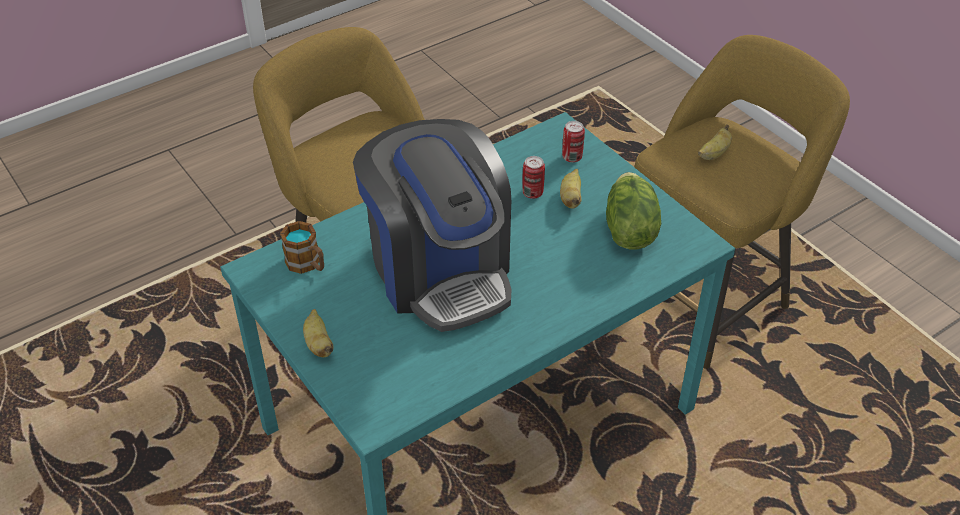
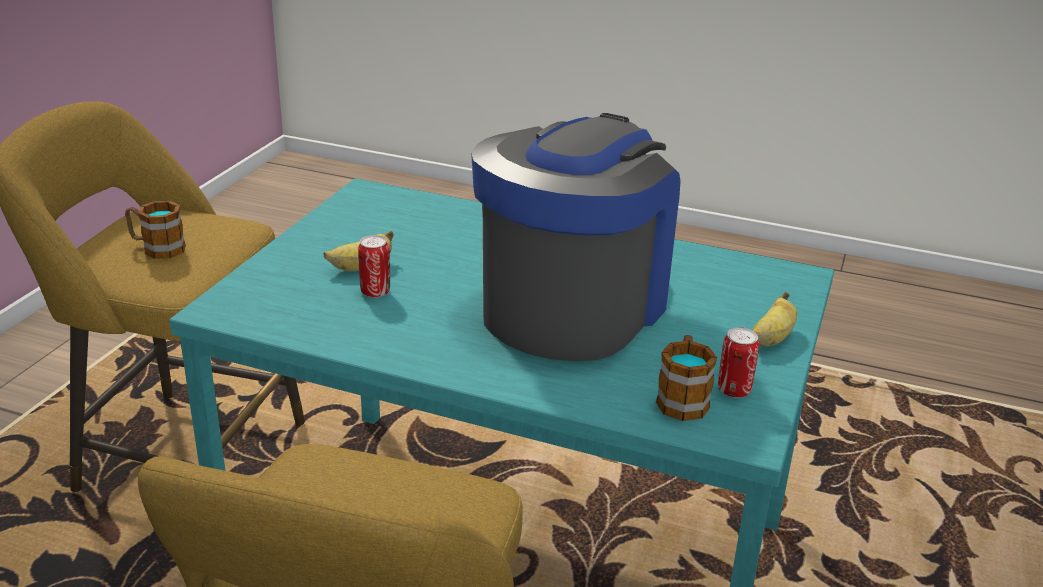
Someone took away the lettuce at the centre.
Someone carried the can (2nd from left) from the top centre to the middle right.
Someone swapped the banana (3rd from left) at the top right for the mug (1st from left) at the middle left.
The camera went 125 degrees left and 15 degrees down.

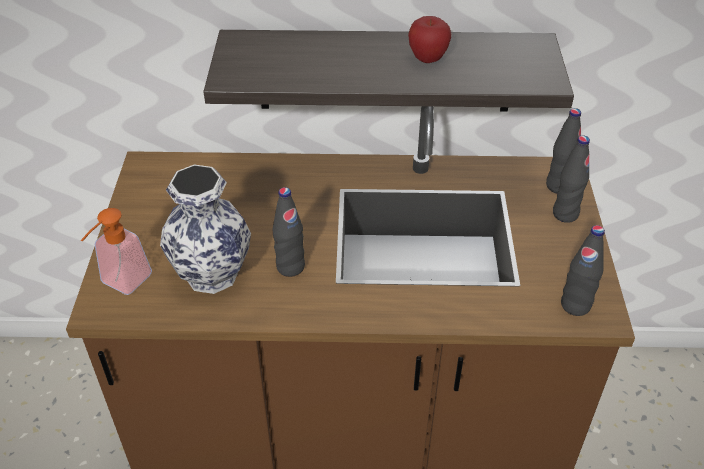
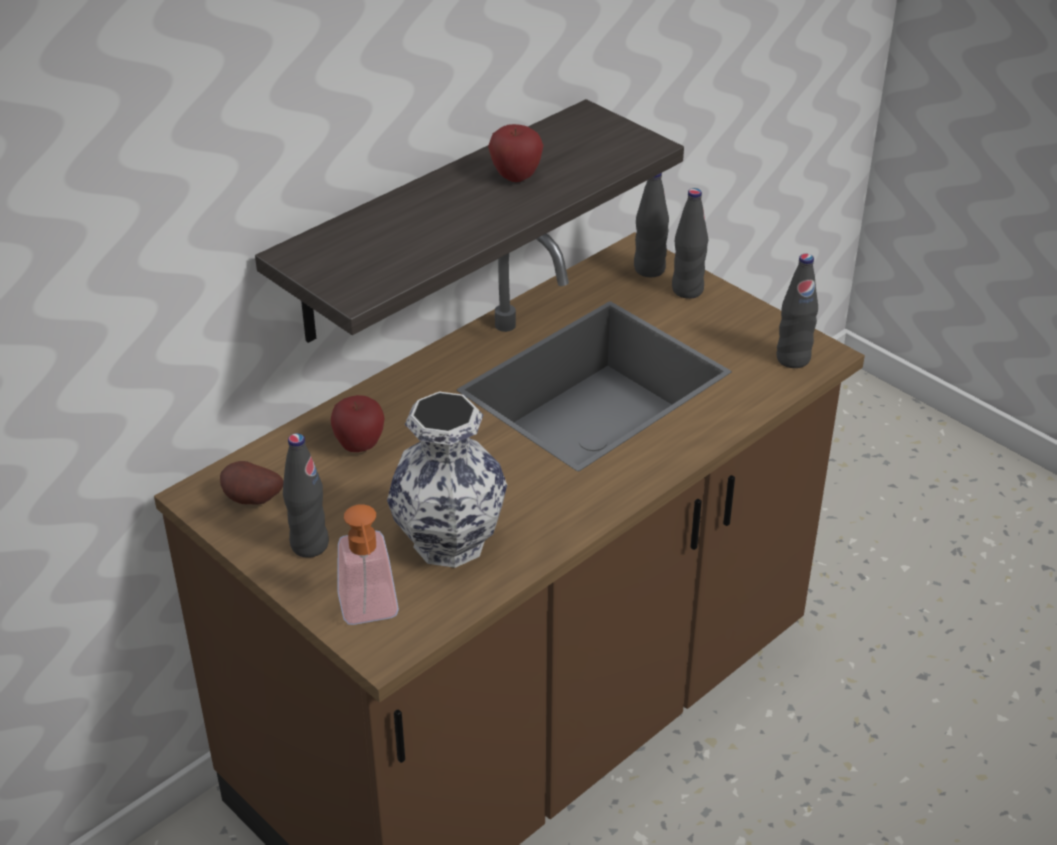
Someone put down the potato at the middle left.
Someone put down the apple (1st from left) at the centre.
Someone carried the black bottle (1st from left) from the centre to the middle left.
The camera went 45 degrees left and 5 degrees down.

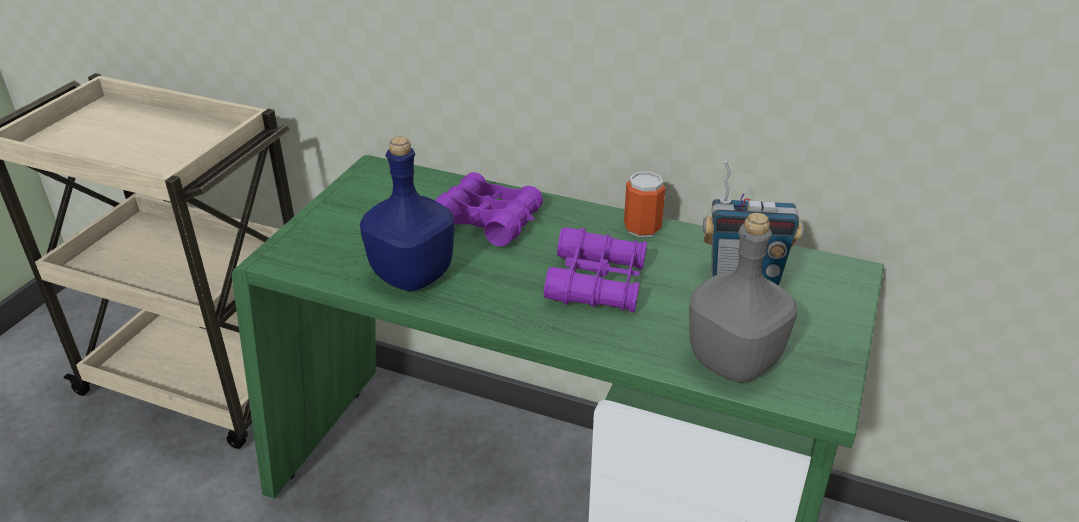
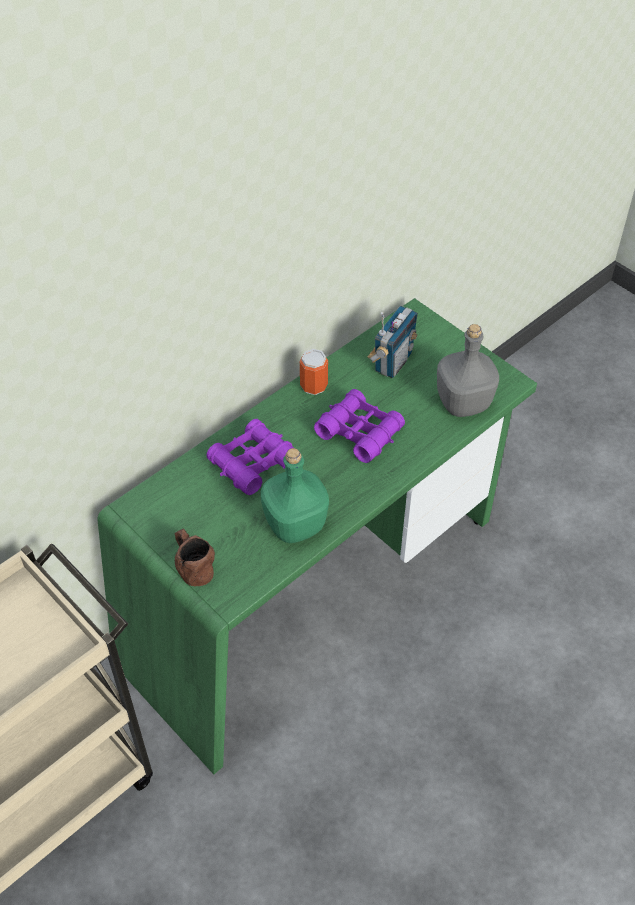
Someone put down the brown mug at the middle left.
Someone repainted the blue bottle at the centre, which became the green bottle at the centre.
The camera went 65 degrees left and 15 degrees up.

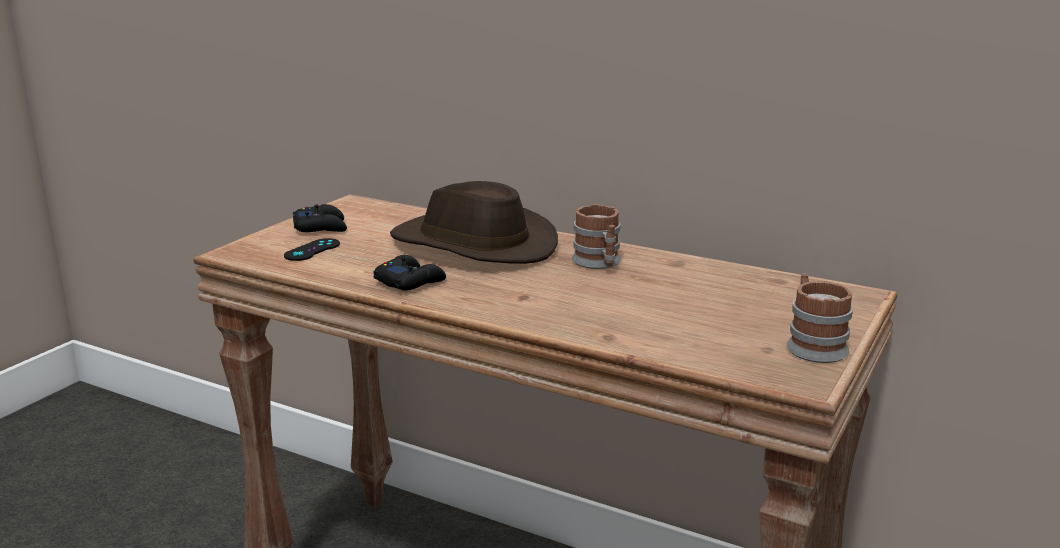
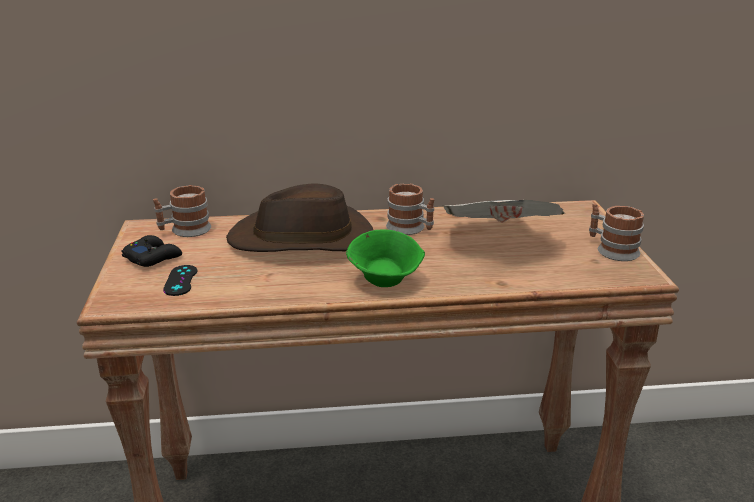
Someone took away the black game controller (3rd from left) at the centre.
Someone put down the mug (1st from left) at the middle left.
Someone put down the green bowl at the centre.
Someone put down the newspaper at the middle right.
The camera went 35 degrees left and 5 degrees up.

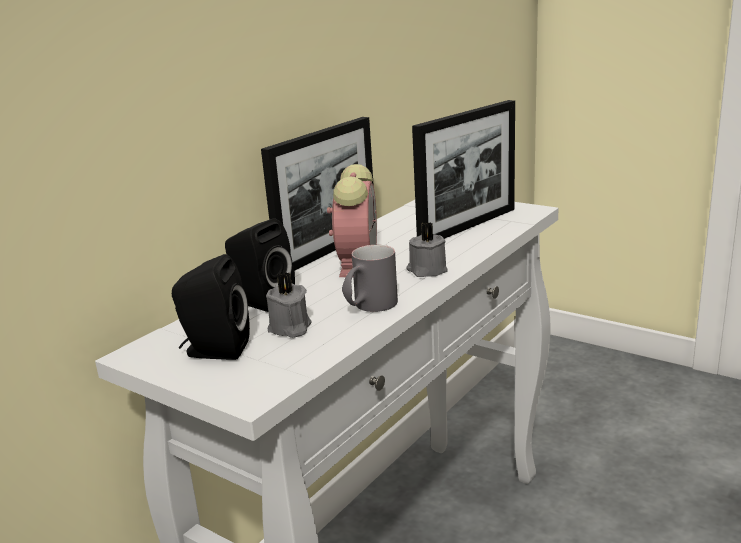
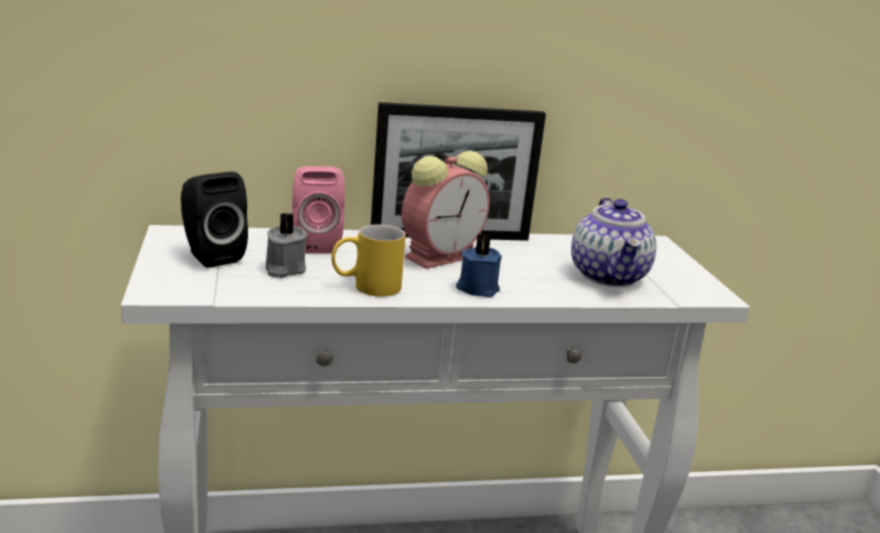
Someone swapped the picture frame (2nd from left) at the top centre for the teapot at the middle right.
Someone repainted the black speaker (2nd from left) at the centre, which became the pink speaker at the centre.
Someone repainted the grey mug at the centre, which became the yellow mug at the centre.
Someone repainted the grey candle (2nd from left) at the centre, which became the blue candle at the centre.
The camera went 40 degrees right and 0 degrees up.

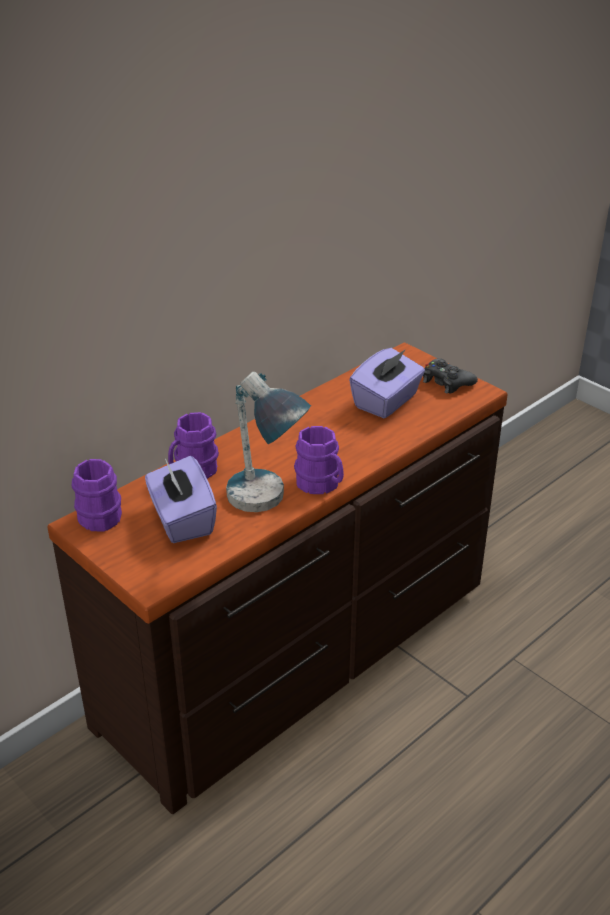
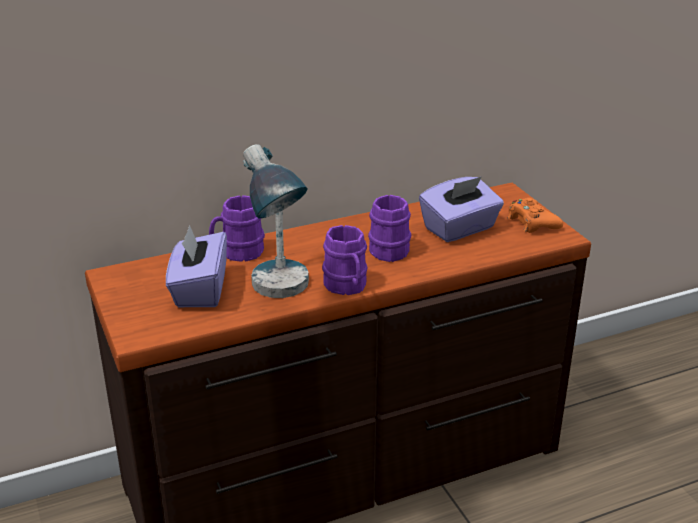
Someone carried the purple mug (1st from left in the first image) from the middle left to the centre.
Someone repainted the black game controller at the middle right, which became the orange game controller at the middle right.
The camera went 20 degrees right and 5 degrees down.

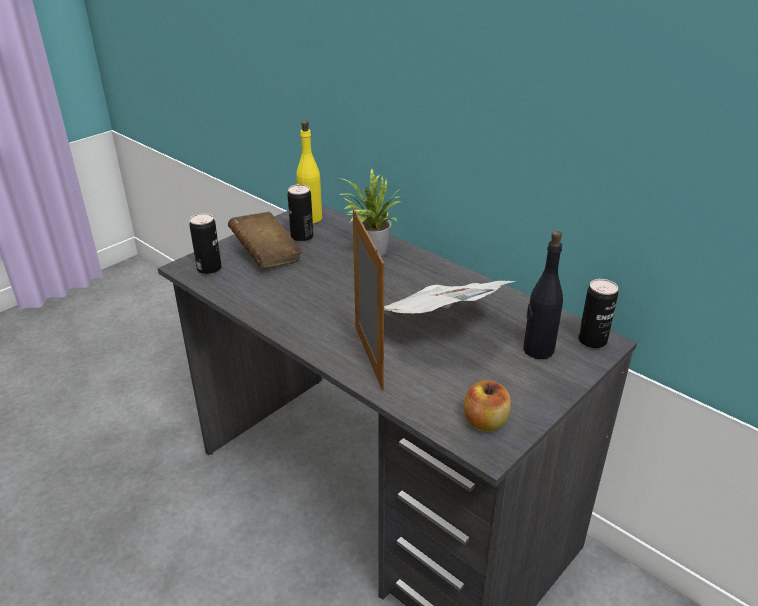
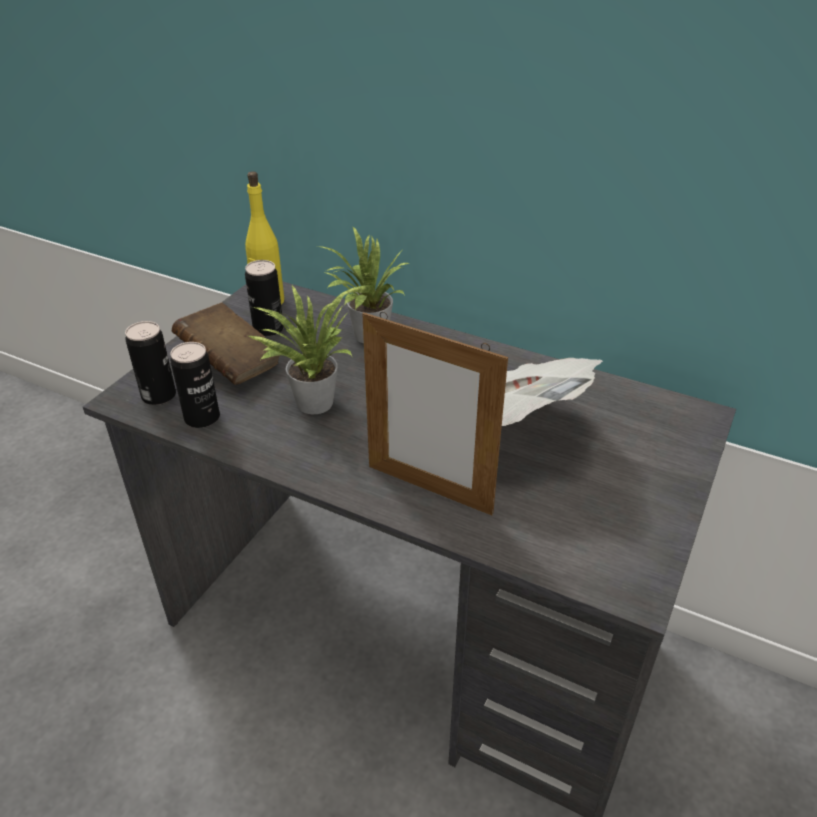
Someone took away the apple at the bottom centre.
Someone took away the black bottle at the middle right.
Someone put down the potted plant (1st from left) at the centre.
Someone carried the can (3rd from left in the first image) from the middle right to the middle left.
Someone rotated the picture frame at the centre by 150 degrees clockwise.
The camera went 15 degrees left and 5 degrees up.

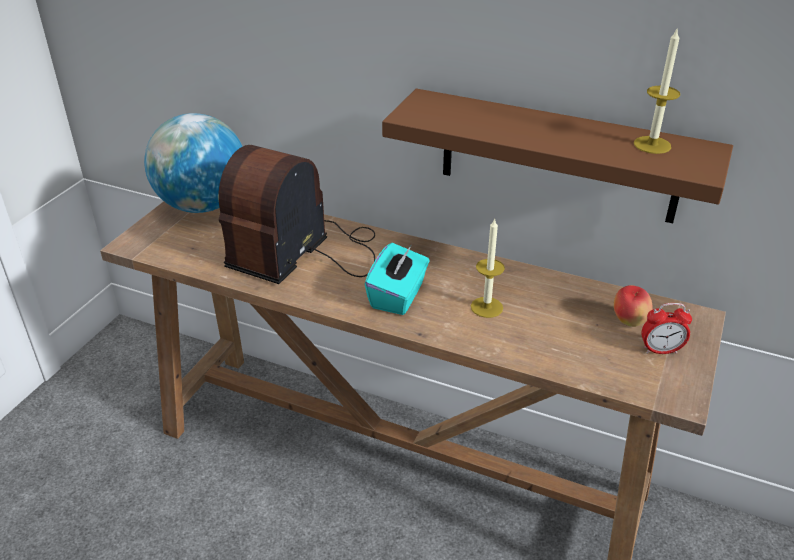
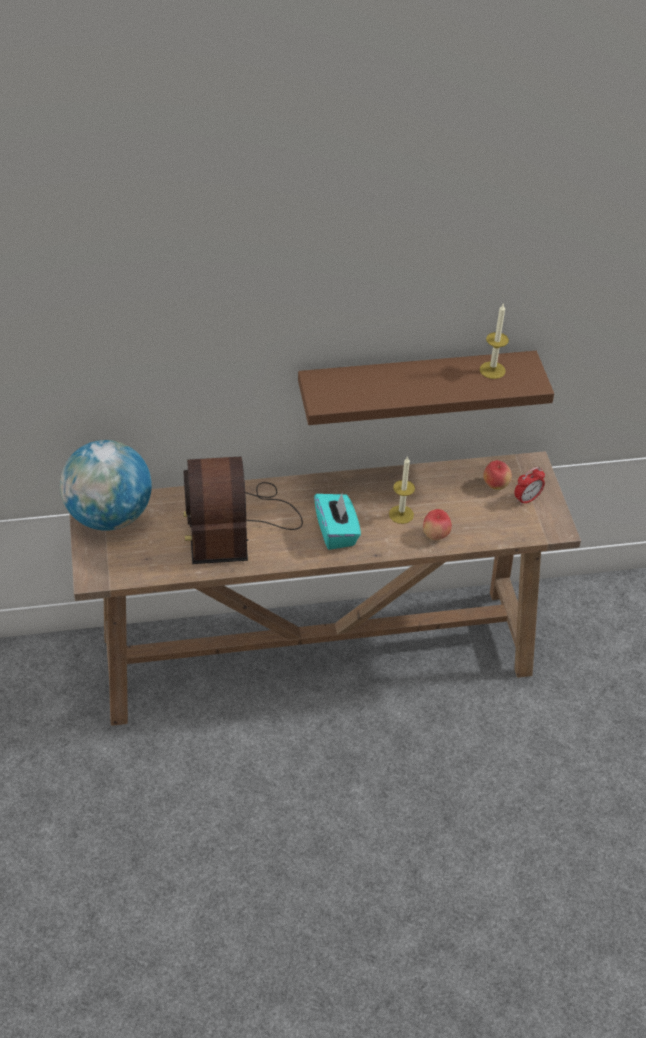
Someone put down the apple (1st from left) at the middle right.
The camera went 35 degrees left and 10 degrees up.

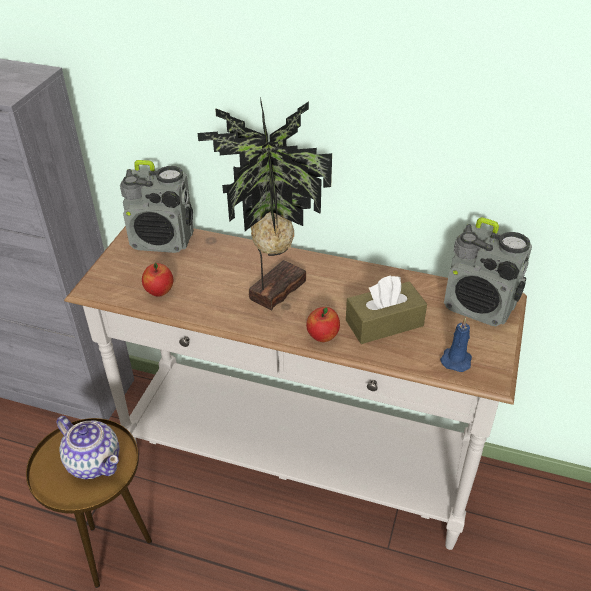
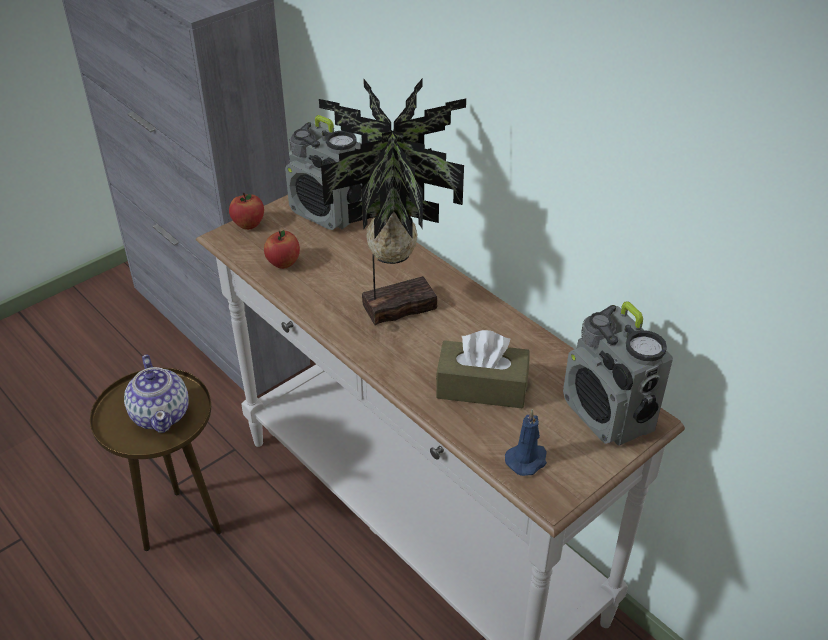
Someone carried the apple (2nd from left in the first image) from the centre to the top left.
The camera went 30 degrees right and 0 degrees up.

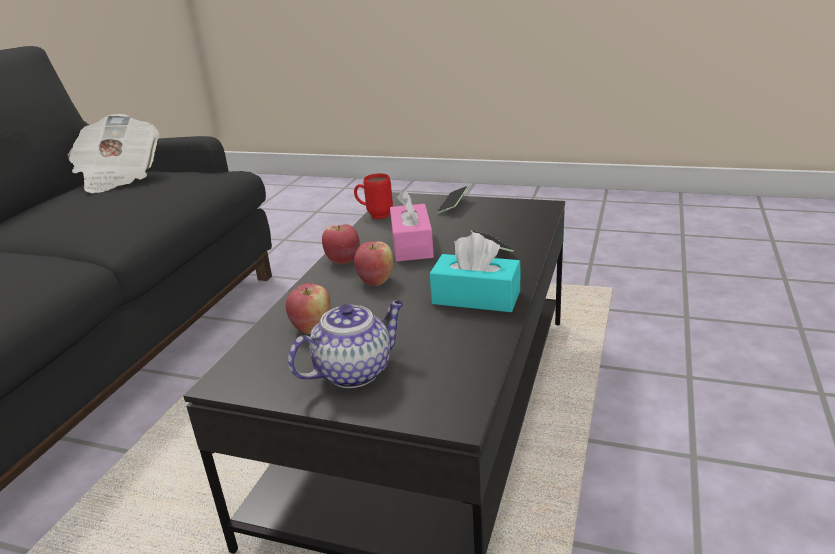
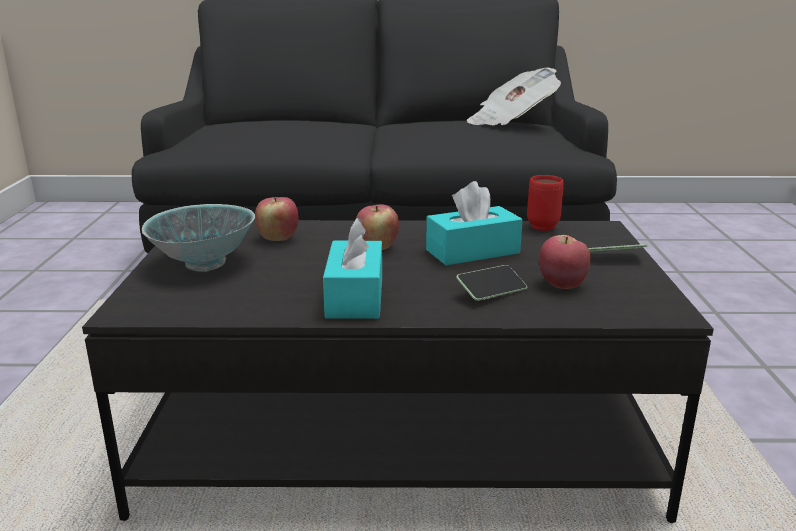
Someone carried the apple (2nd from left in the first image) from the centre to the middle right.
Someone swapped the teapot at the centre for the bowl at the middle left.
Someone repainted the pink tissue box at the centre, which became the turquoise tissue box (2nd from left) at the centre.
The camera went 70 degrees right and 5 degrees down.

